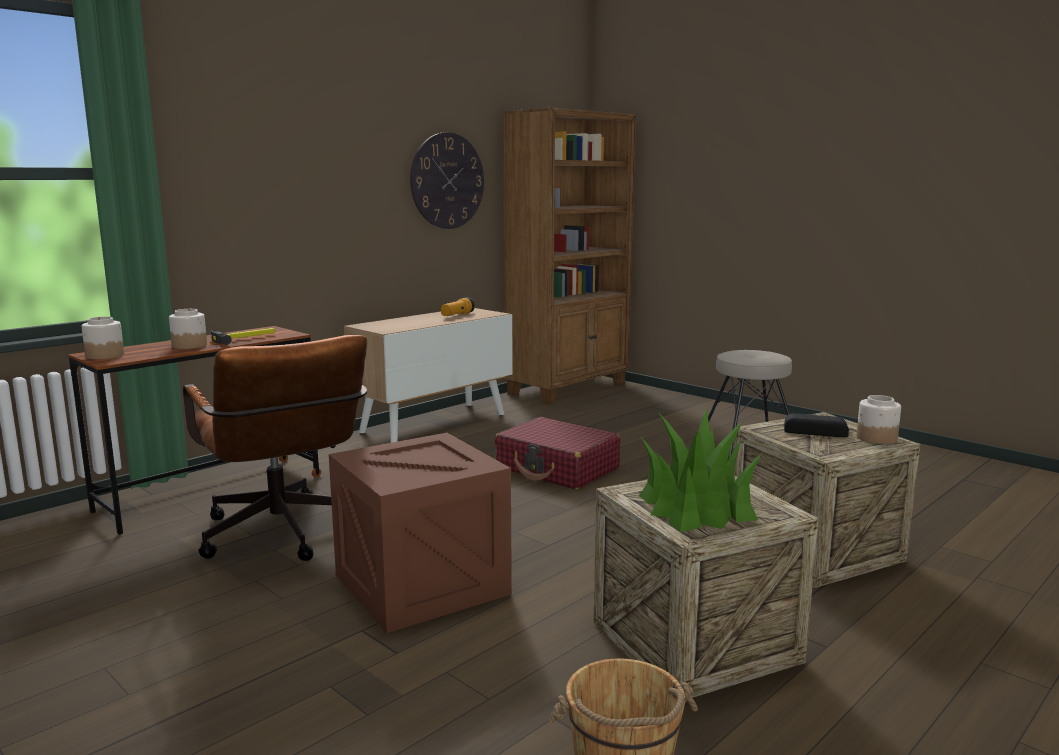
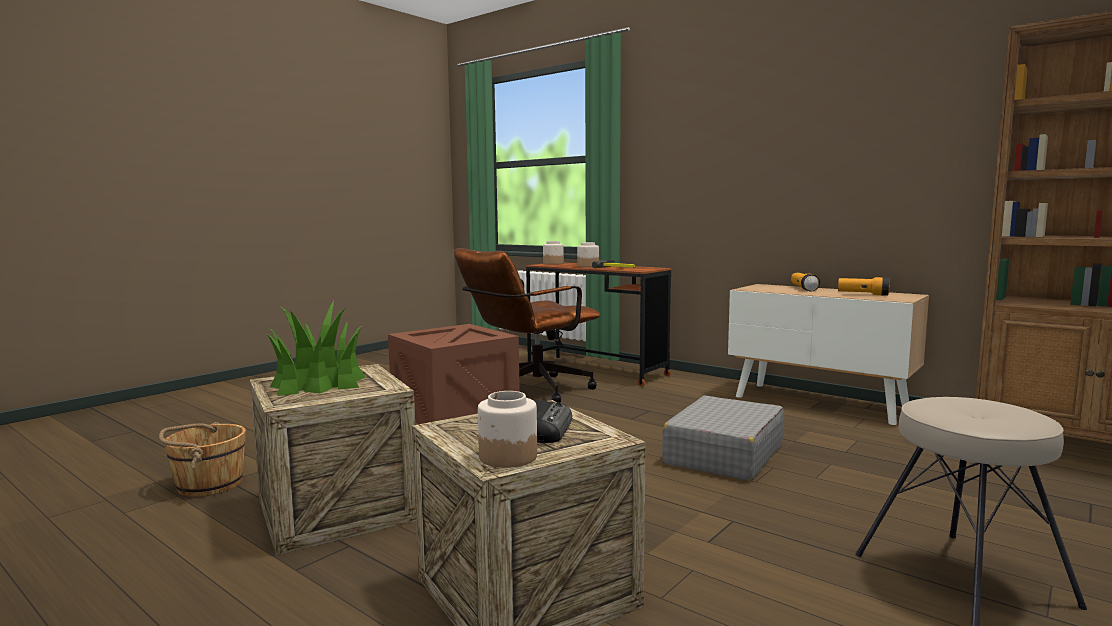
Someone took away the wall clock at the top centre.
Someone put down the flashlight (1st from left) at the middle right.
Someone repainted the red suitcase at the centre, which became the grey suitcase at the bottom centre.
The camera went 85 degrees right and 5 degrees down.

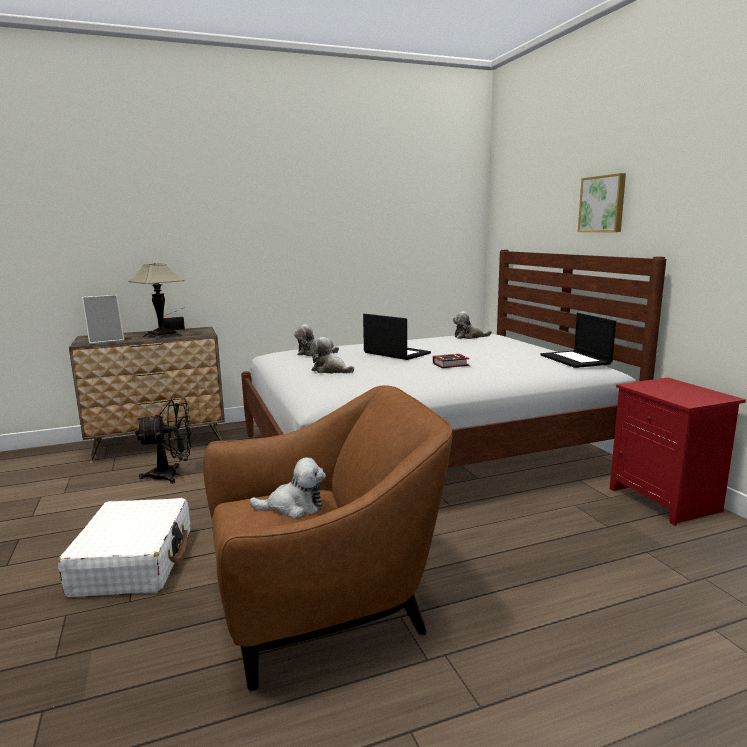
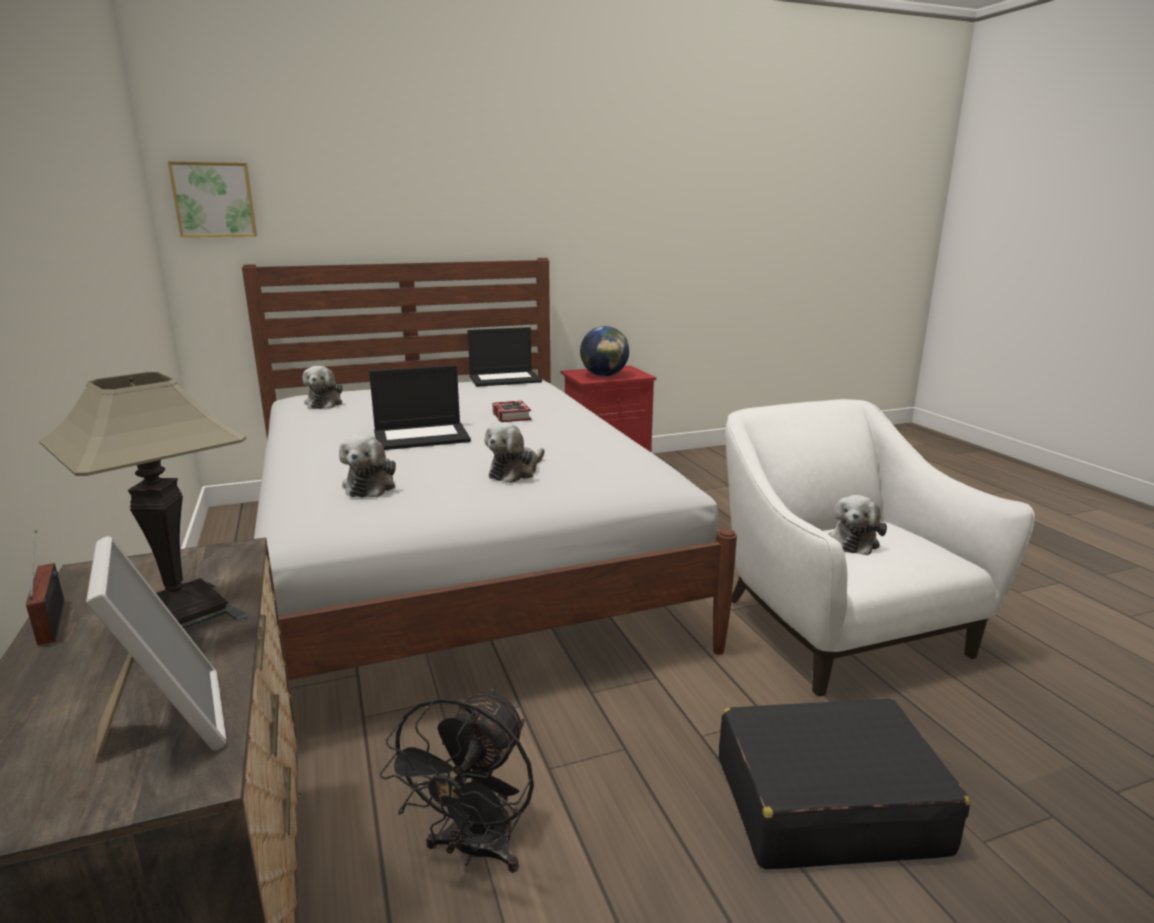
Someone put down the globe at the centre.
Someone carried the picture from the top right to the top left.
Someone repainted the white suitcase at the bottom left, which became the black suitcase at the bottom right.
Someone repainted the brown armchair at the bottom centre, which became the white armchair at the middle right.
Someone rotated the black fan at the middle left by 150 degrees counterclockwise.
Someone rotated the plush toy (1st from left in the first image) at the centre by 150 degrees counterclockwise.
Someone rotated the laptop (1st from left) at the centre by 150 degrees counterclockwise.
The camera went 90 degrees left and 5 degrees up.

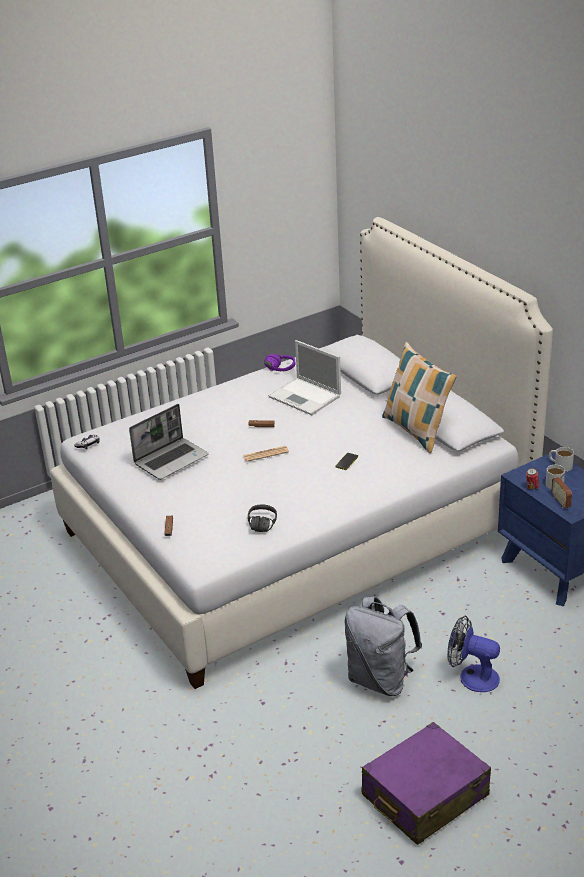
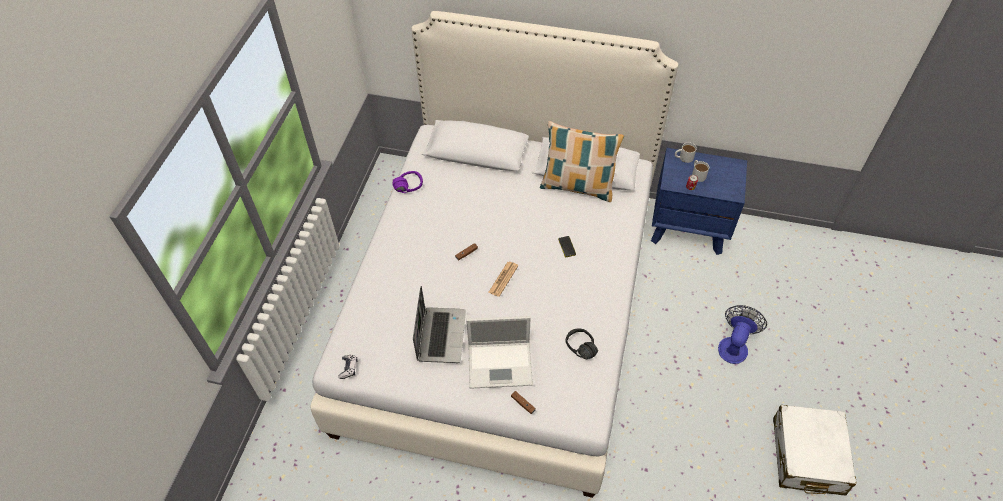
Someone took away the grey backpack at the bottom centre.
Someone took away the radio at the middle right.
Someone carried the laptop (2nd from left) from the centre to the bottom centre.
Someone repainted the purple suitcase at the bottom right, which became the white suitcase at the bottom right.
Someone rotated the fan at the bottom right by 135 degrees clockwise.
The camera went 45 degrees left and 20 degrees up.

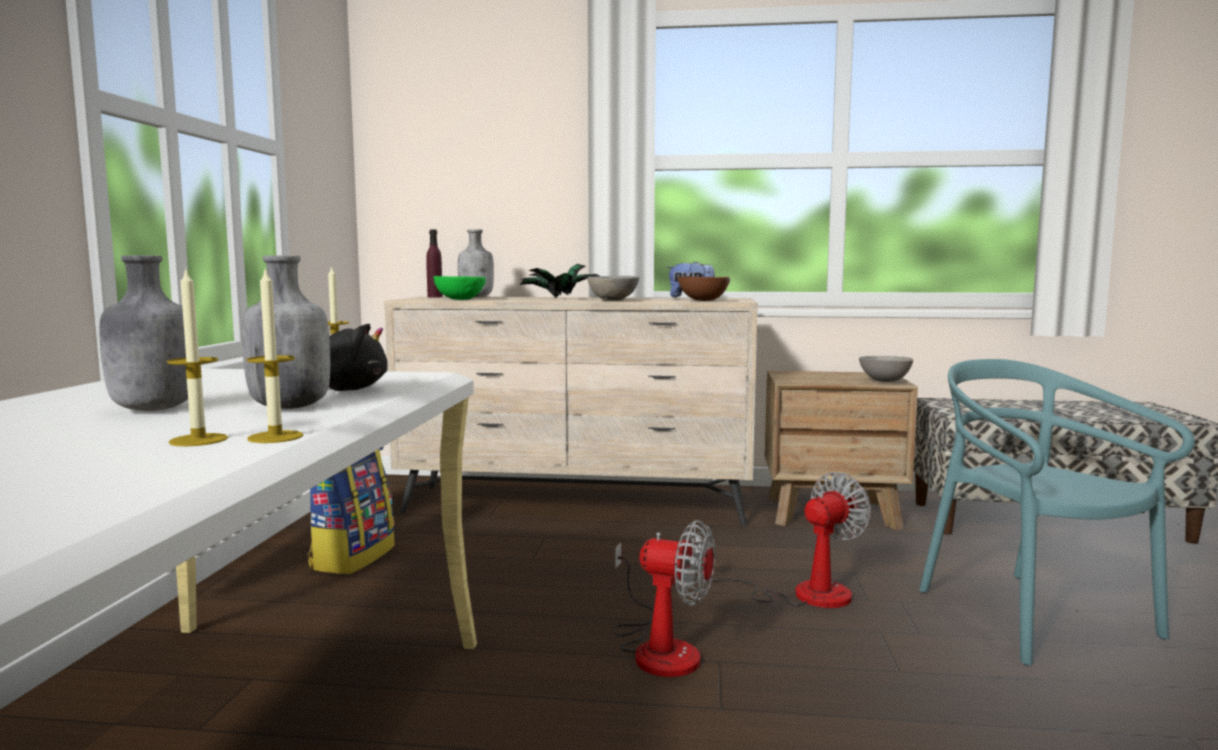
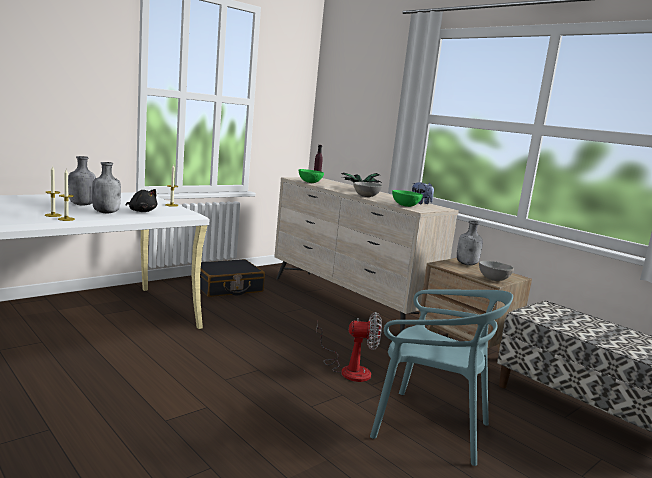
Someone took away the fan (1st from left) at the bottom centre.
Someone carried the grey bottle (3rd from left) from the centre to the middle right.
Someone swapped the backpack at the bottom left for the black suitcase at the centre.
Someone repainted the brown bowl at the centre, which became the green bowl (2nd from left) at the centre.
Someone rotated the turquoise chair at the bottom right by 90 degrees clockwise.
The camera went 40 degrees right and 5 degrees up.

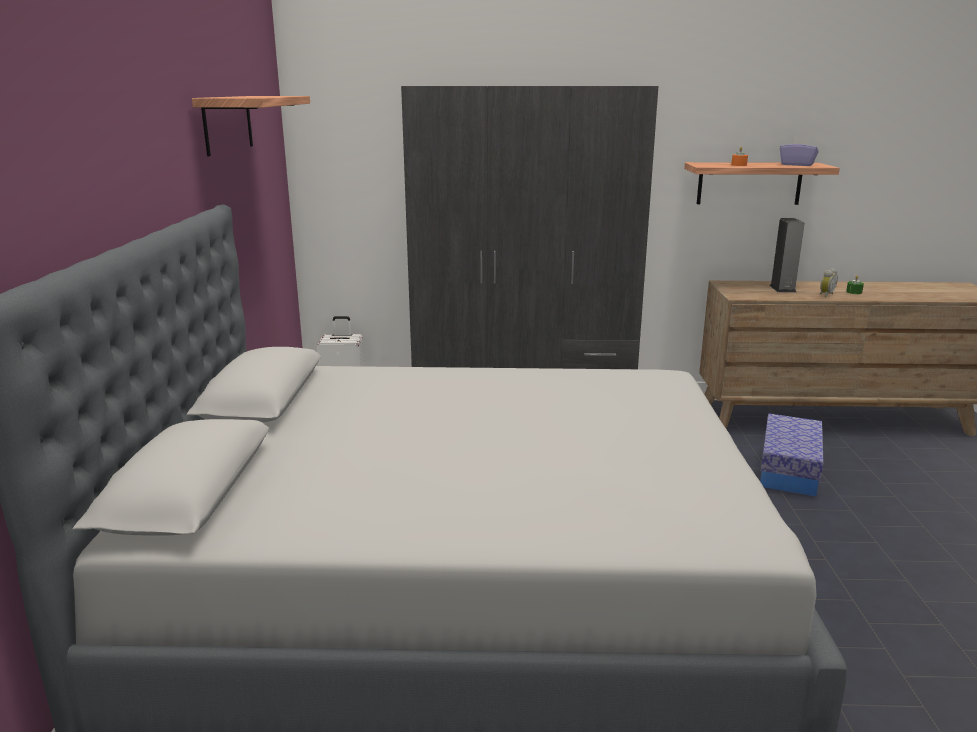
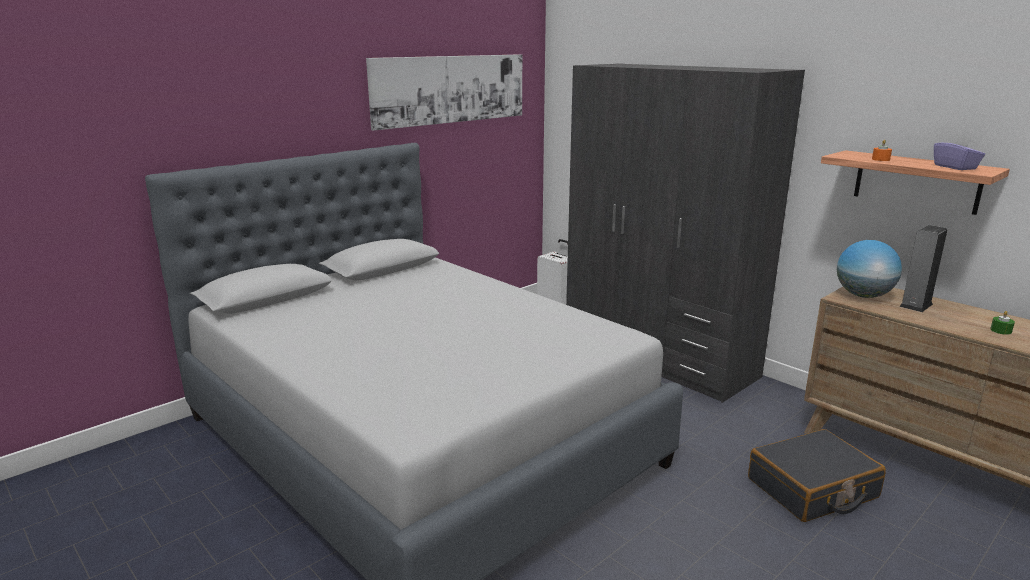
Someone took away the alarm clock at the middle right.
Someone put down the globe at the middle right.
Someone swapped the shelf (1st from left) at the top left for the picture at the top centre.
Someone swapped the storage box at the middle right for the black suitcase at the bottom right.
The camera went 45 degrees right and 0 degrees up.

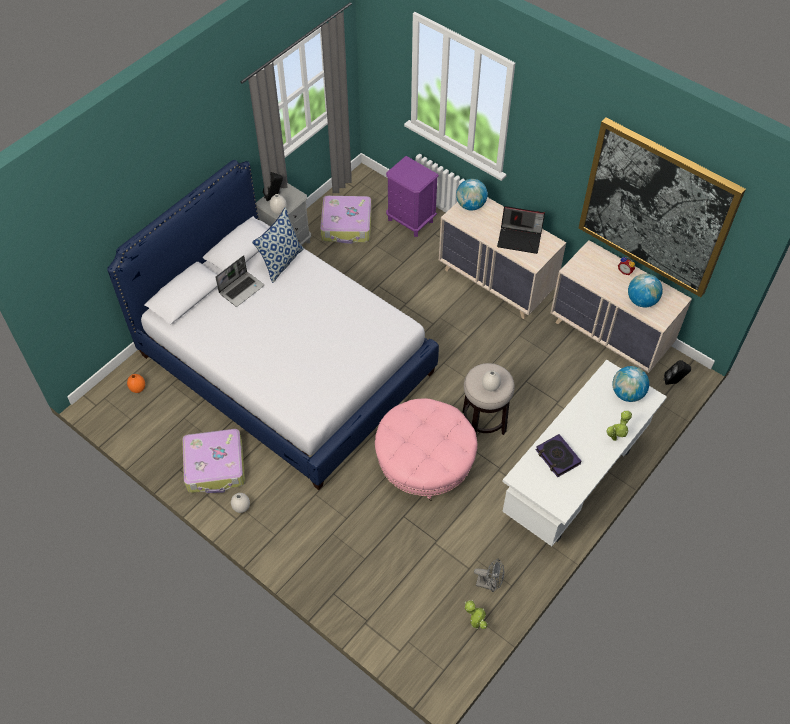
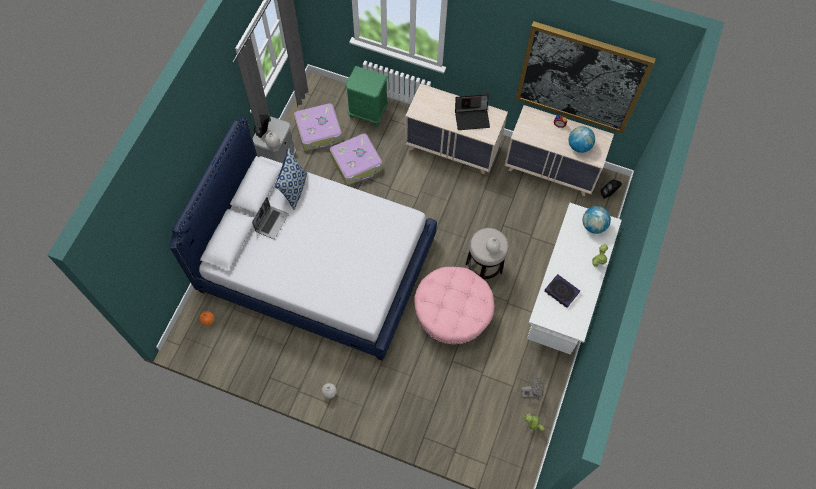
Someone took away the globe (1st from left) at the top centre.
Someone carried the suitcase (1st from left in the first image) from the middle left to the top centre.
Someone repainted the purple nightstand at the top centre, which became the green nightstand at the top centre.
The camera went 20 degrees left and 10 degrees up.

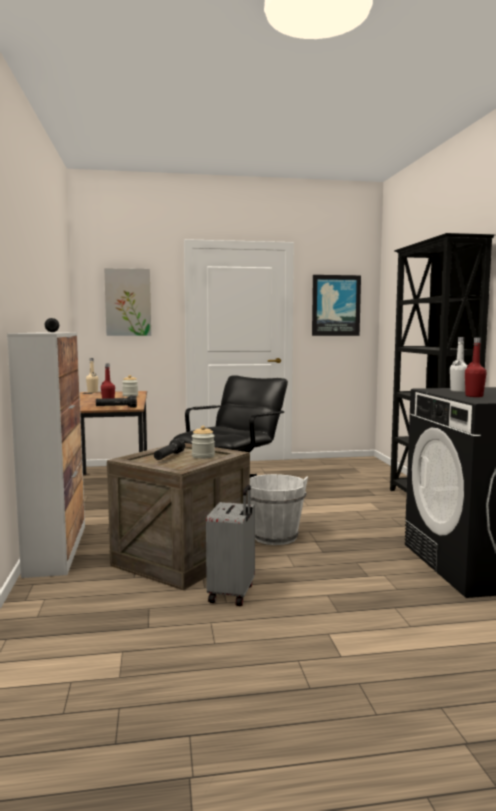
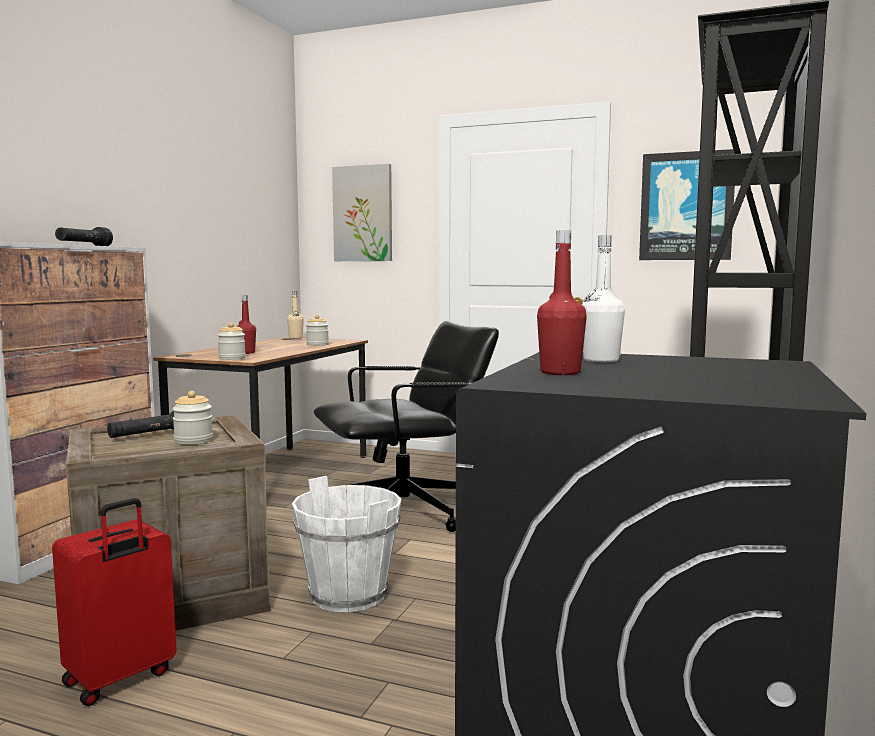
Someone swapped the black flashlight (2nd from left) at the middle left for the jar (2nd from left) at the middle left.
Someone repainted the grey suitcase at the bottom centre, which became the red suitcase at the bottom left.
The camera went 30 degrees right and 0 degrees up.

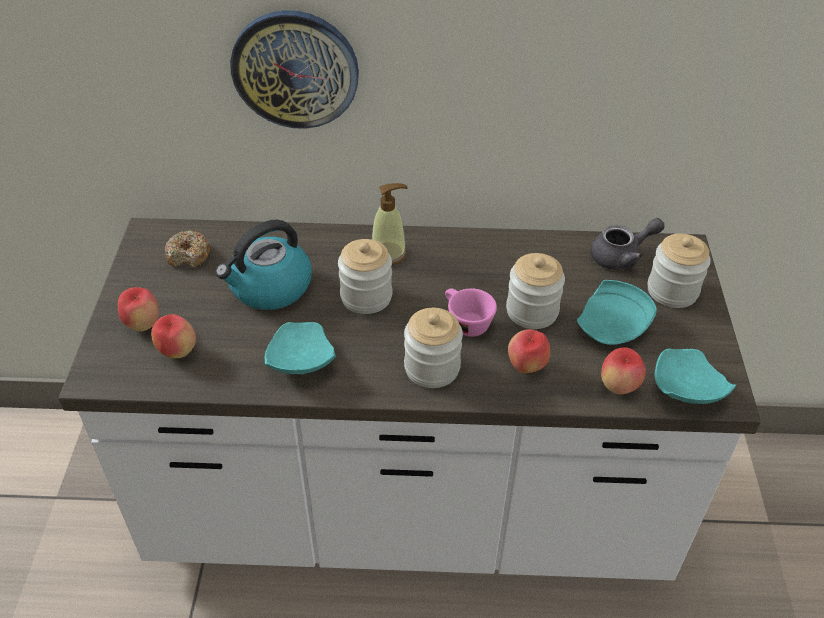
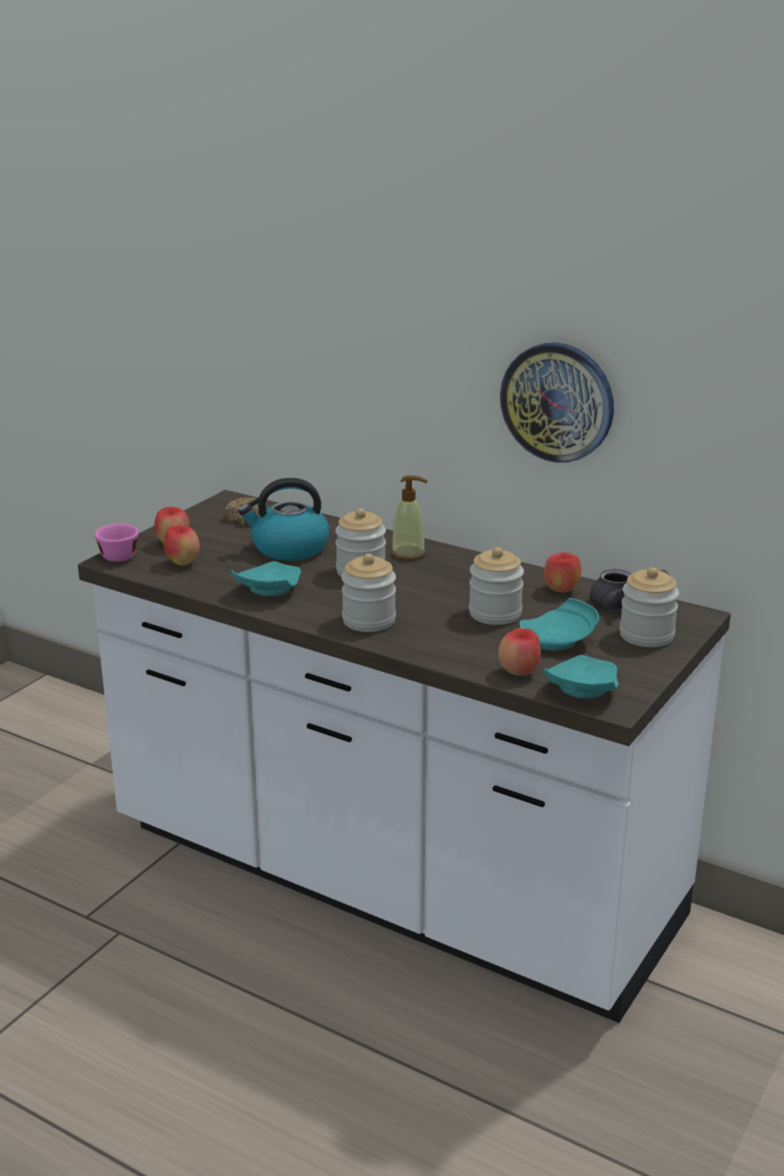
Someone carried the wall clock from the top centre to the middle right.
Someone carried the pink cup from the centre to the middle left.
Someone carried the apple (3rd from left in the first image) from the centre to the middle right.
The camera went 30 degrees right and 20 degrees down.

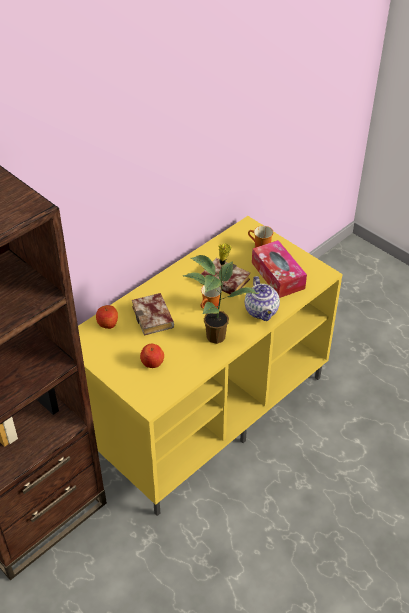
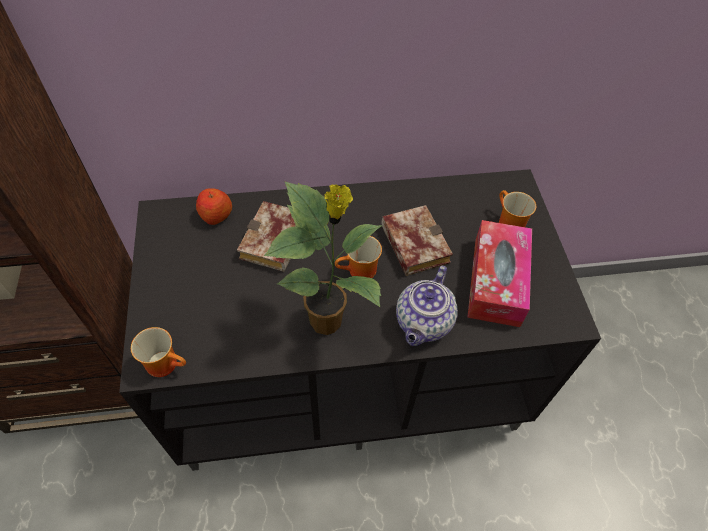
Someone took away the apple (2nd from left) at the centre.
Someone put down the mug (1st from left) at the middle left.
Someone repainted the yellow tv stand at the centre, which became the black tv stand at the centre.
The camera went 35 degrees right and 10 degrees up.

